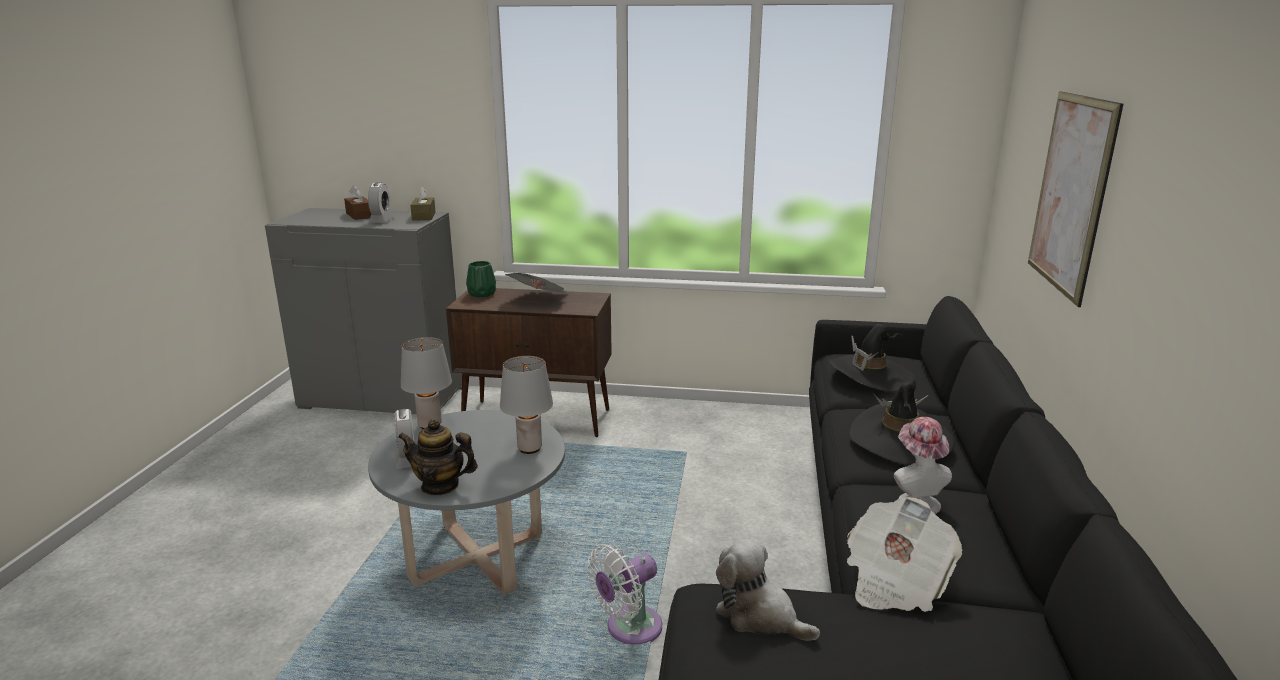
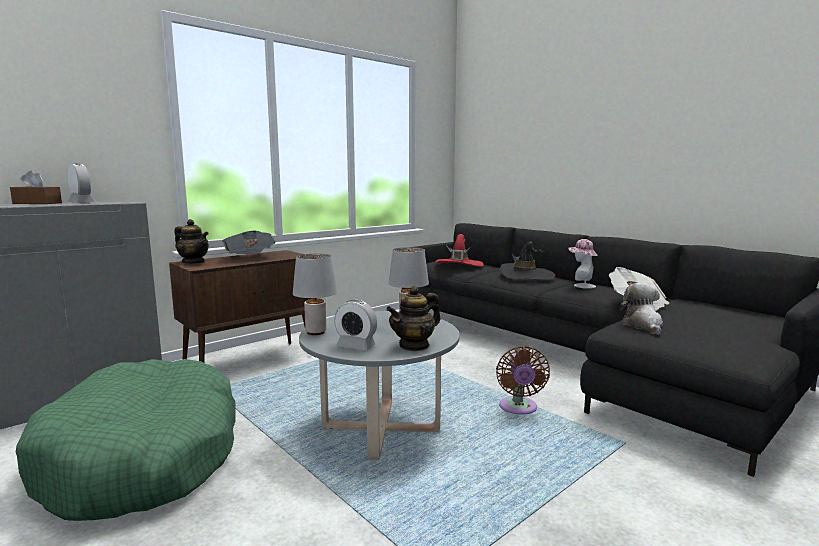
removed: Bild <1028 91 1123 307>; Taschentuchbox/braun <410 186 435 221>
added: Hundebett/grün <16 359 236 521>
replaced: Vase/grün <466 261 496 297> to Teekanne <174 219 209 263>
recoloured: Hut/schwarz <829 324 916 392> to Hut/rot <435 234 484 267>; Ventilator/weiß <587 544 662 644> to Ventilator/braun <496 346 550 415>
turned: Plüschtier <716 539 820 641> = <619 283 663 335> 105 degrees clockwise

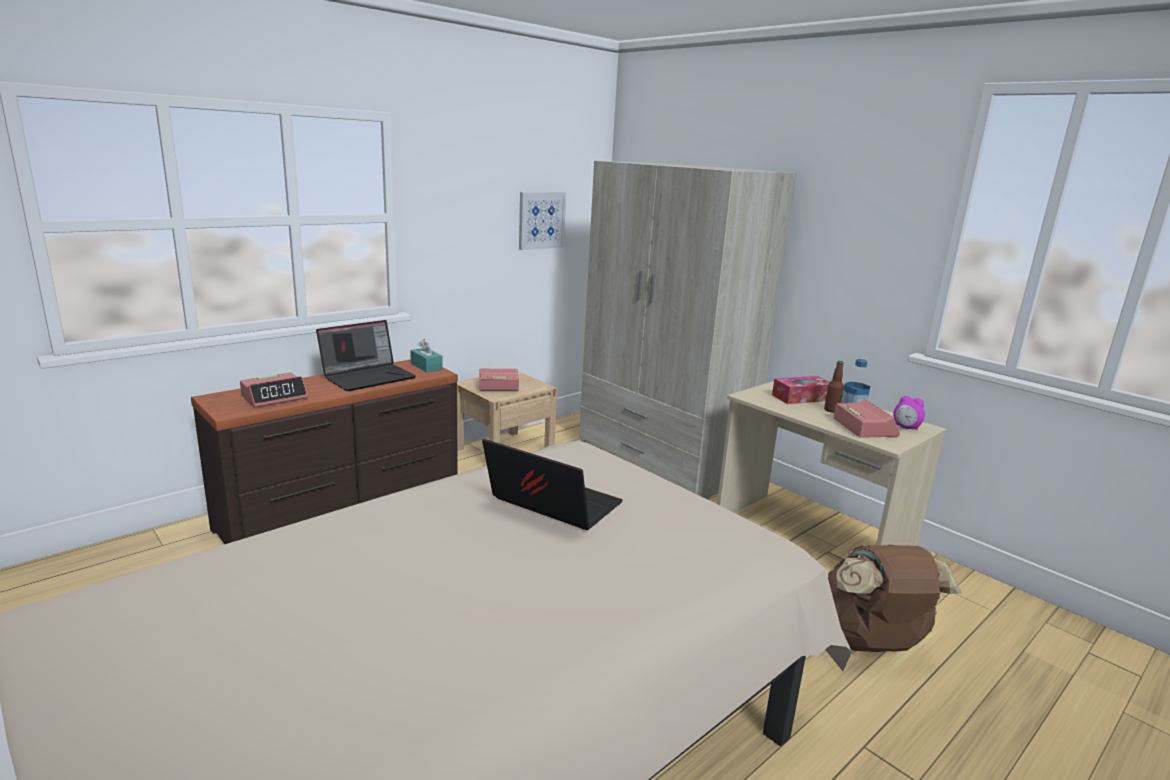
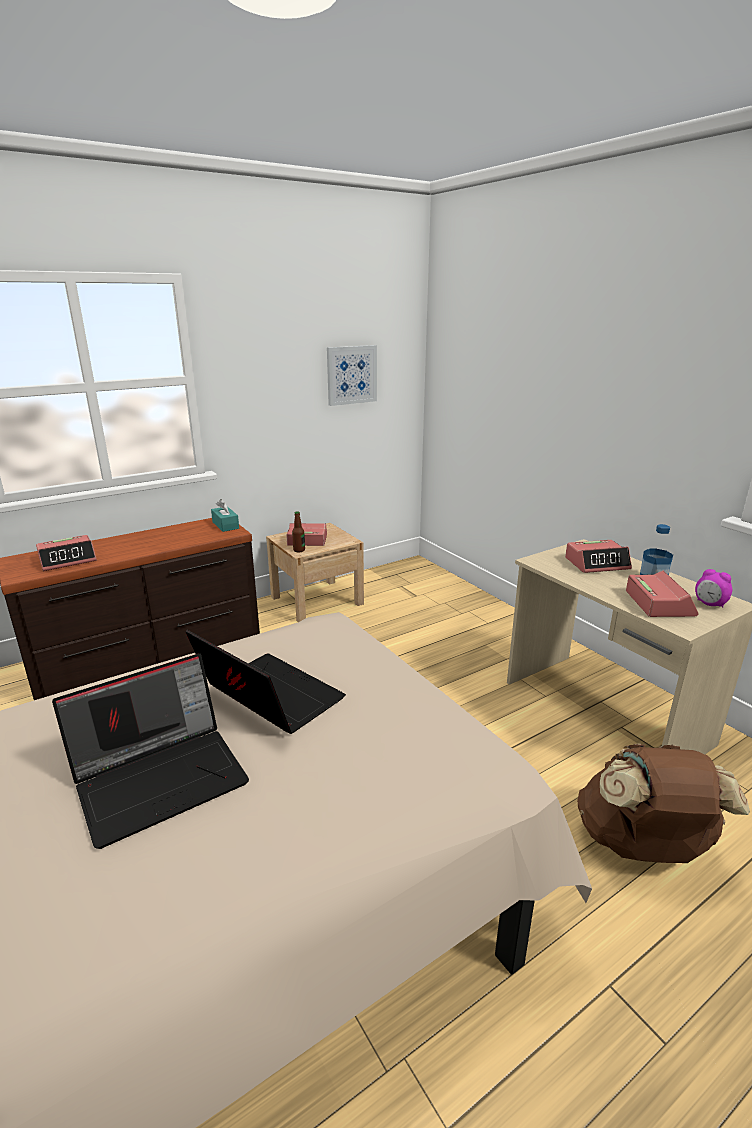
removed: Kleiderschrank/beige <579 161 796 499>
moved: Laptop <316 320 416 391> to <52 653 249 849>; Flasche <824 361 844 413> to <292 511 305 552>
replaced: Taschentuchbox <772 376 830 404> to Wecker <565 540 632 573>

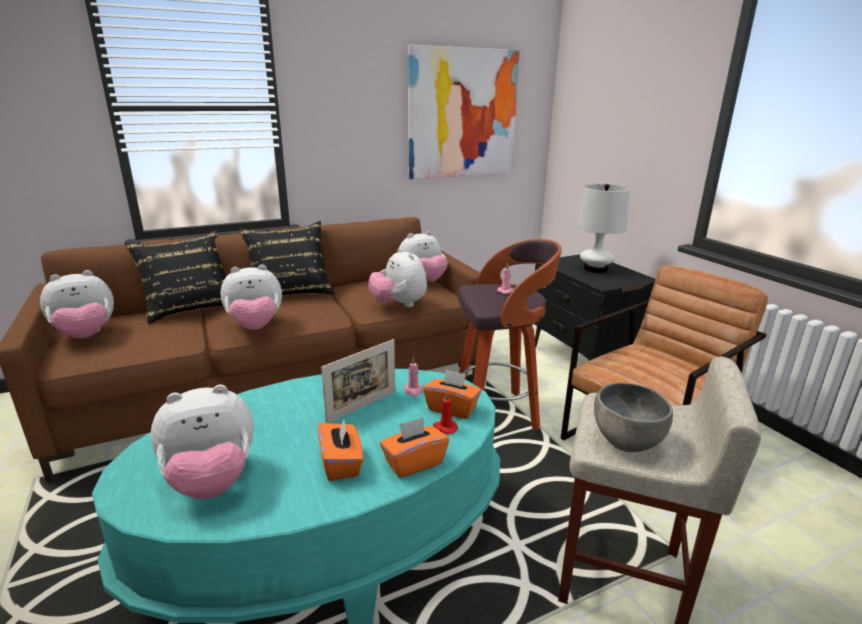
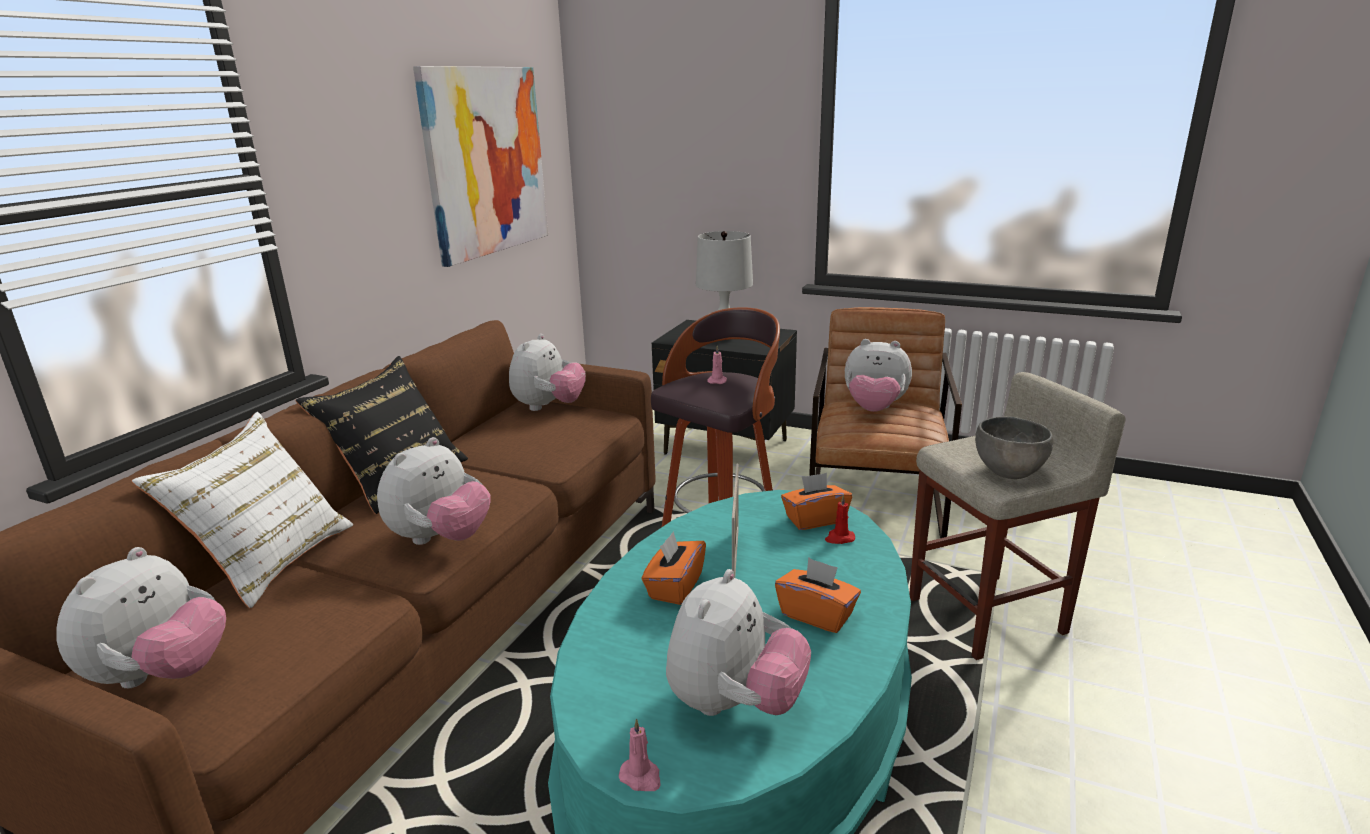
moved: Plüschtier <369 248 427 307> to <845 339 912 412>; Kerze/rosa <403 357 423 397> to <619 718 661 791>; Taschentuchbox/orange <380 418 449 478> to <642 531 706 605>
recoloured: Kissen/schwarz <124 230 226 324> to Kissen/weiß <132 412 353 609>

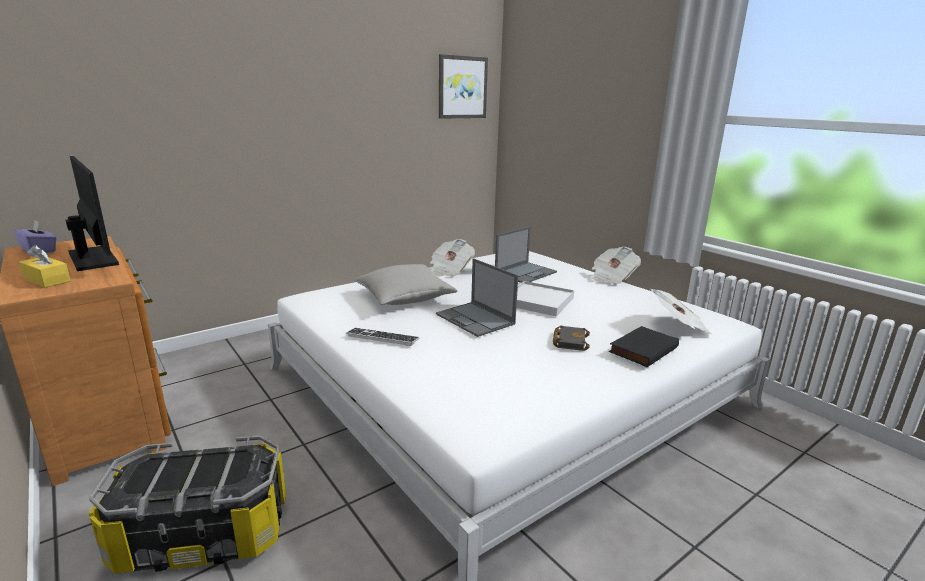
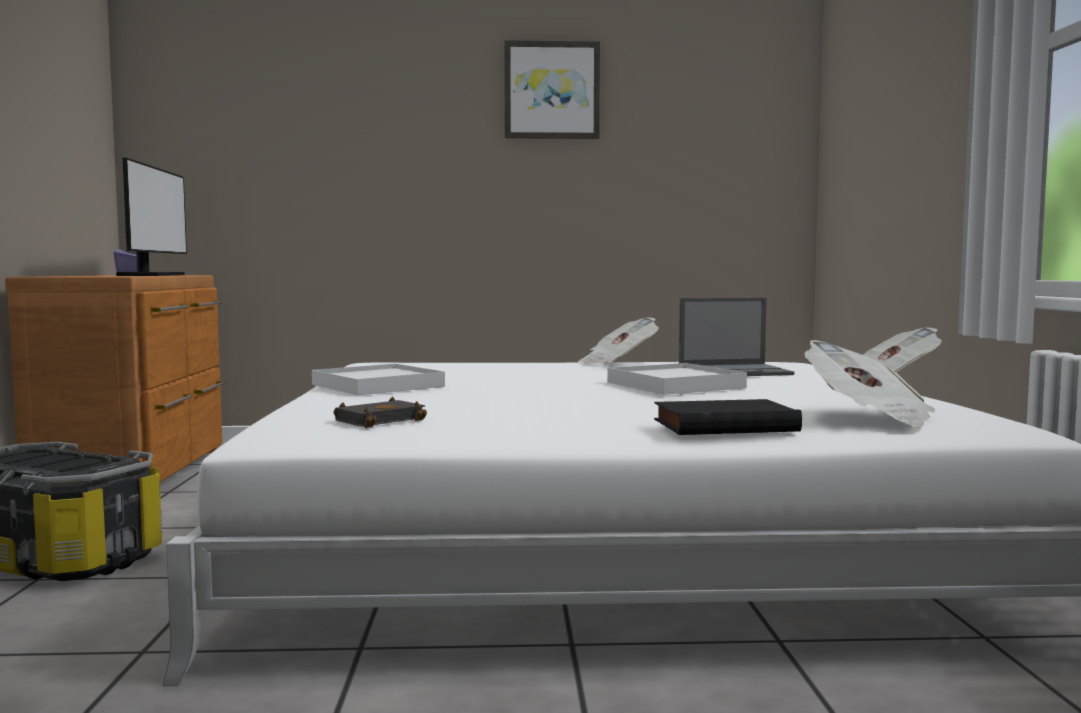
removed: Taschentuchbox/gelb <19 245 71 288>; Laptop <436 258 518 337>; Kissen/grau <355 264 458 305>
moved: Bild <439 54 488 119> to <504 40 600 139>; Buch/schwarz <553 325 590 351> to <333 397 427 428>
replaced: Tastatur <346 328 420 346> to Tablett/weiß <312 364 445 395>

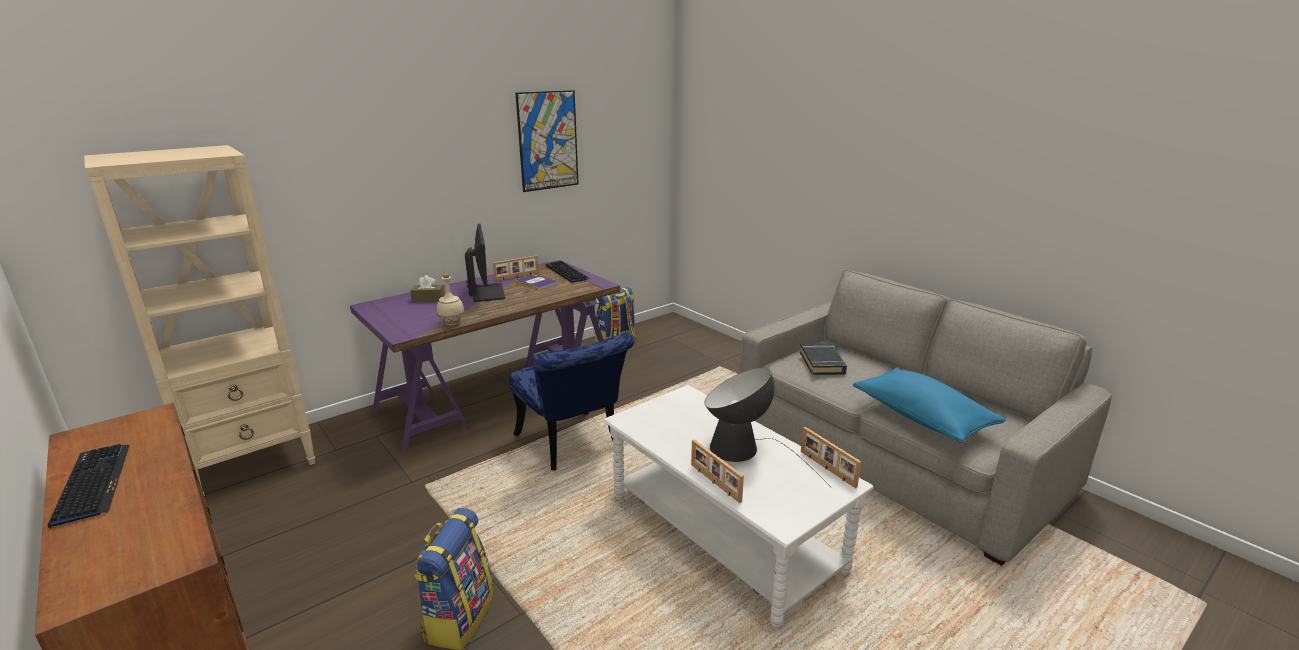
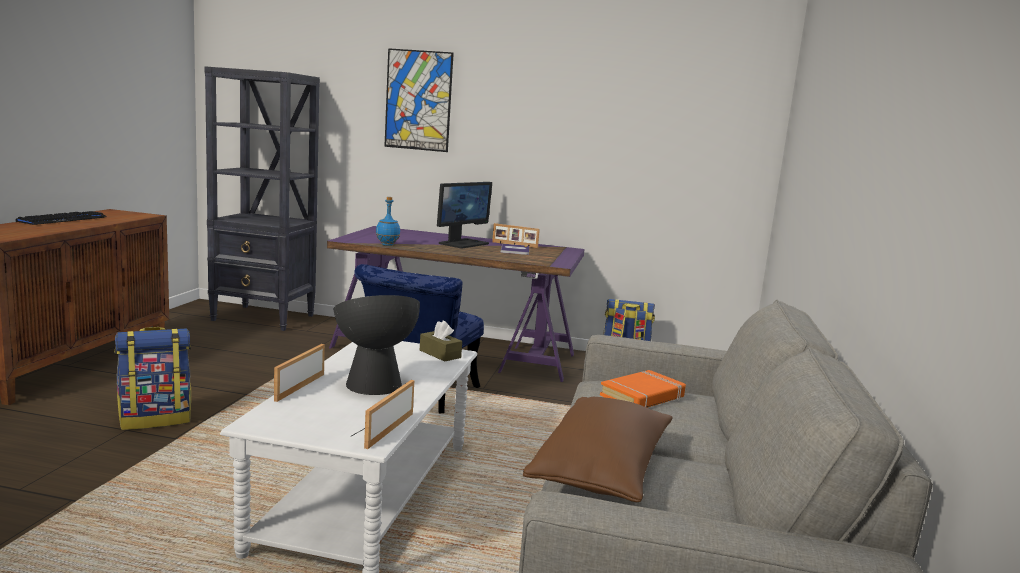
removed: Tastatur <546 261 591 283>
moved: Bild <515 90 579 192> to <384 48 454 152>; Taschentuchbox/braun <410 275 445 302> to <420 320 462 362>
recoloured: Bücherregal/beige <84 145 315 496> to Bücherregal/schwarz <205 66 320 331>; Flasche/beige <437 274 464 325> to Flasche/blau <376 197 400 246>; Buch/schwarz <800 343 847 375> to Buch/orange <600 370 686 408>; Kissen/blau <853 368 1006 443> to Kissen/braun <523 397 672 502>

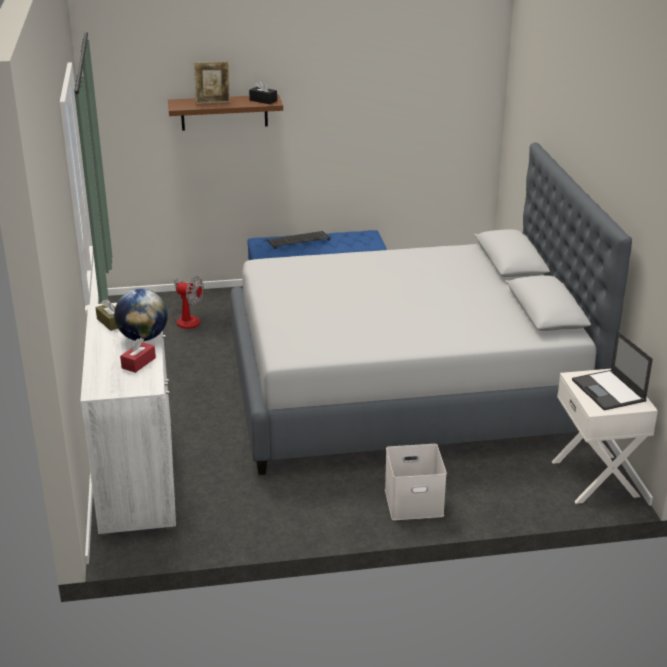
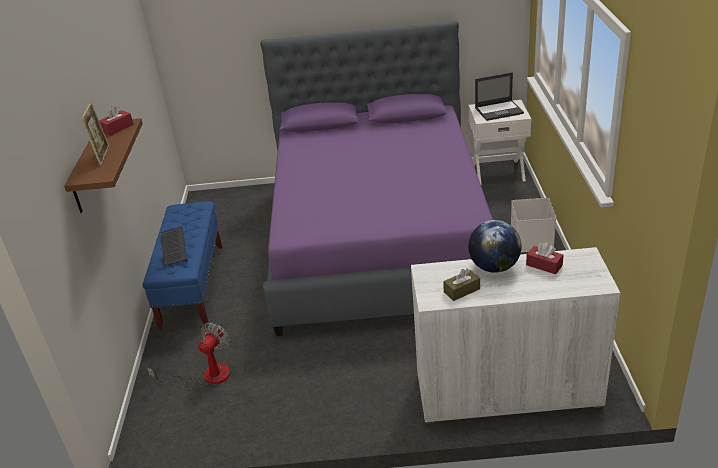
recoloured: Taschentuchbox/schwarz <249 80 277 104> to Taschentuchbox/rot <99 106 133 136>; Bett/grau <230 142 632 475> to Bett/lila <260 20 493 336>

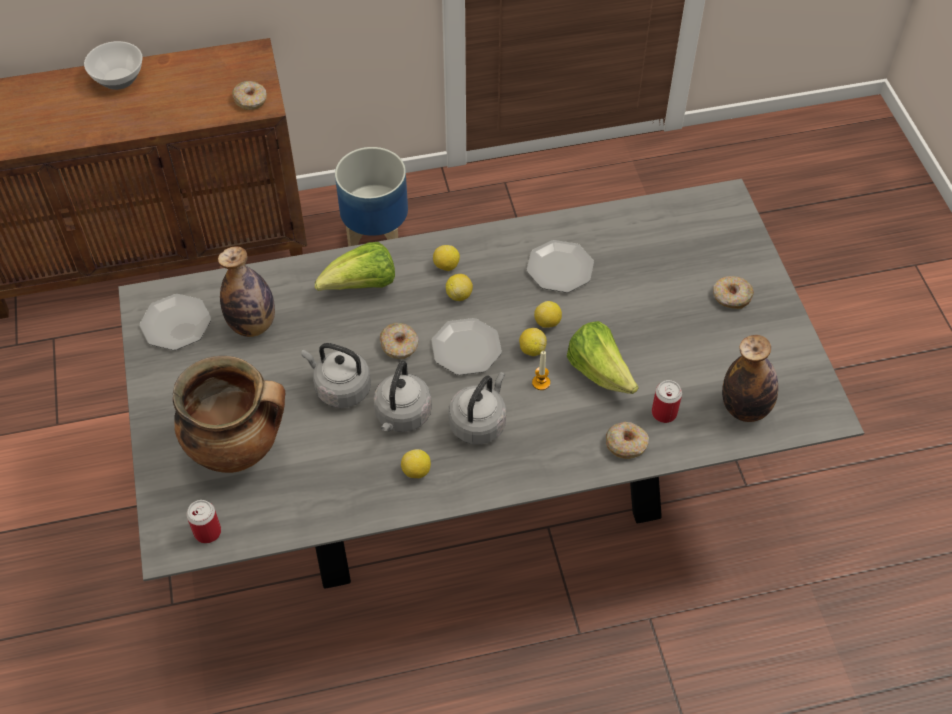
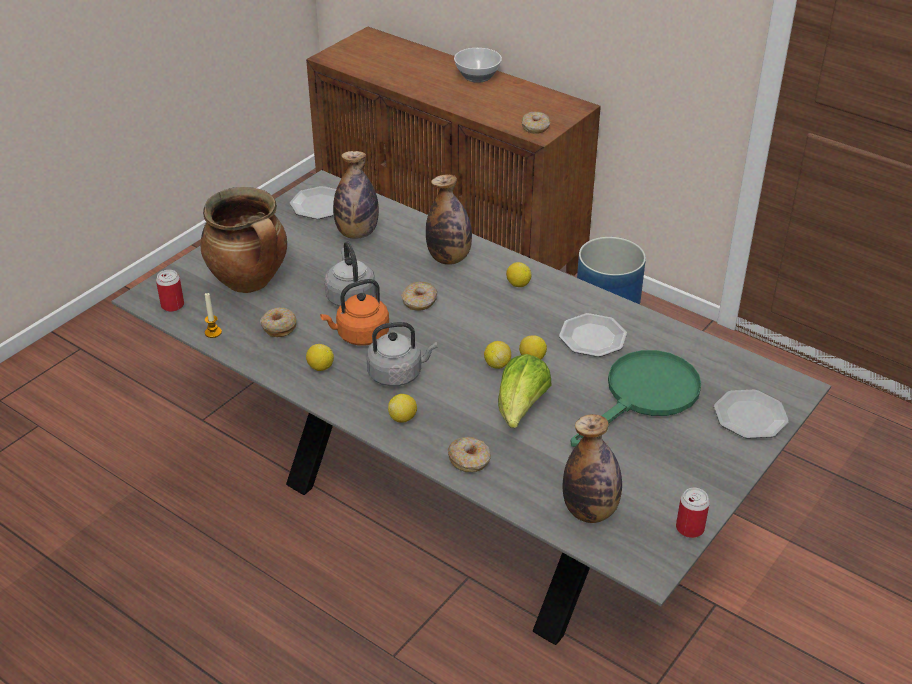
added: Pfanne/grün <571 350 701 447>
moved: Zitrone <446 274 473 301> to <388 394 417 423>; Donut <713 276 754 309> to <260 308 297 337>; Teller <431 318 502 375> to <714 390 789 439>; Kerze <532 351 550 390> to <205 293 222 338>; Dose <652 380 682 423> to <676 488 710 538>
replaced: Salatkopf <315 242 395 291> to Flasche <426 175 472 265>
recoloured: Wasserkessel/grau <373 360 432 432> to Wasserkessel/orange <320 279 389 346>

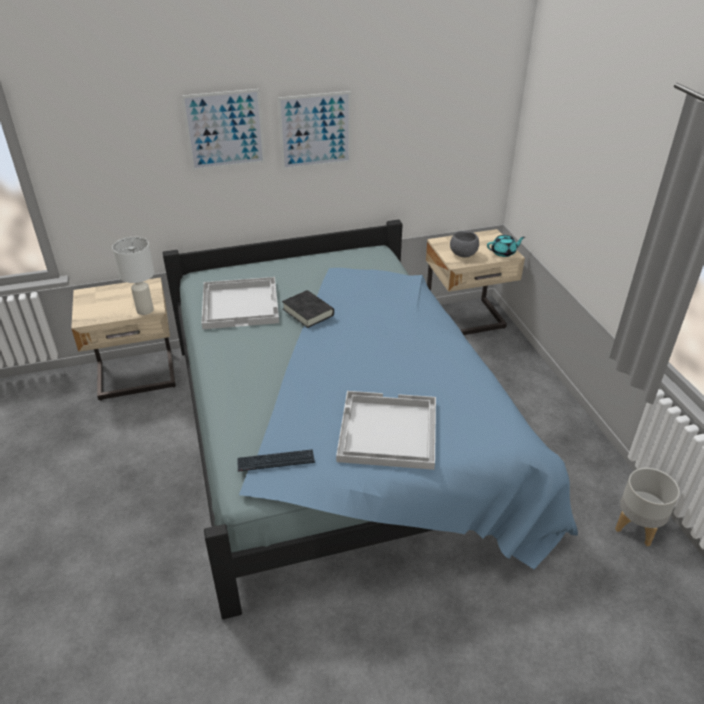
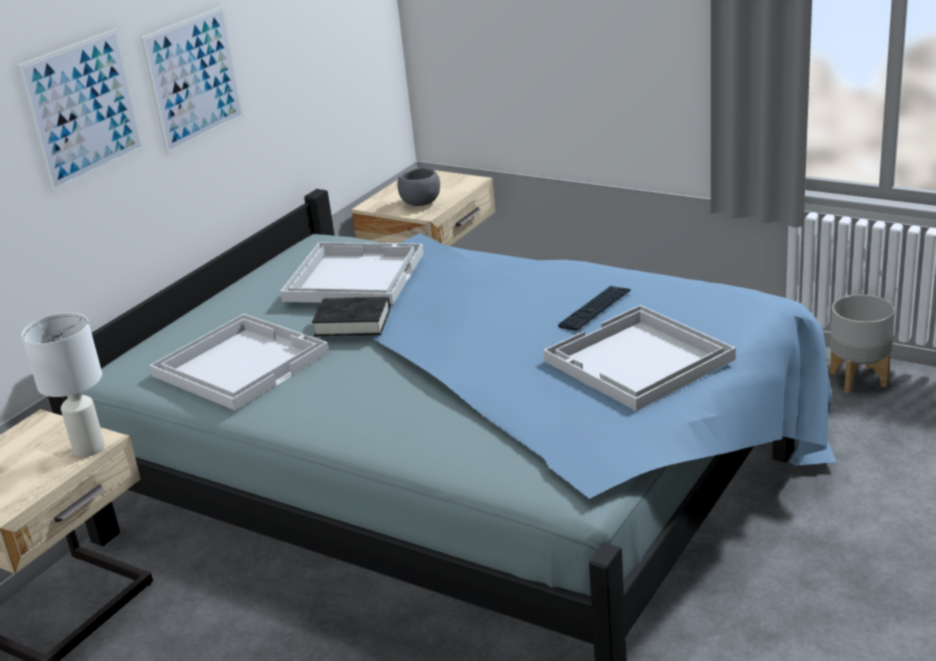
removed: Teekanne/türkis <487 235 525 257>
added: Tablett/weiß <280 243 424 304>
moved: Tastatur <237 449 315 472> to <558 286 631 331>

